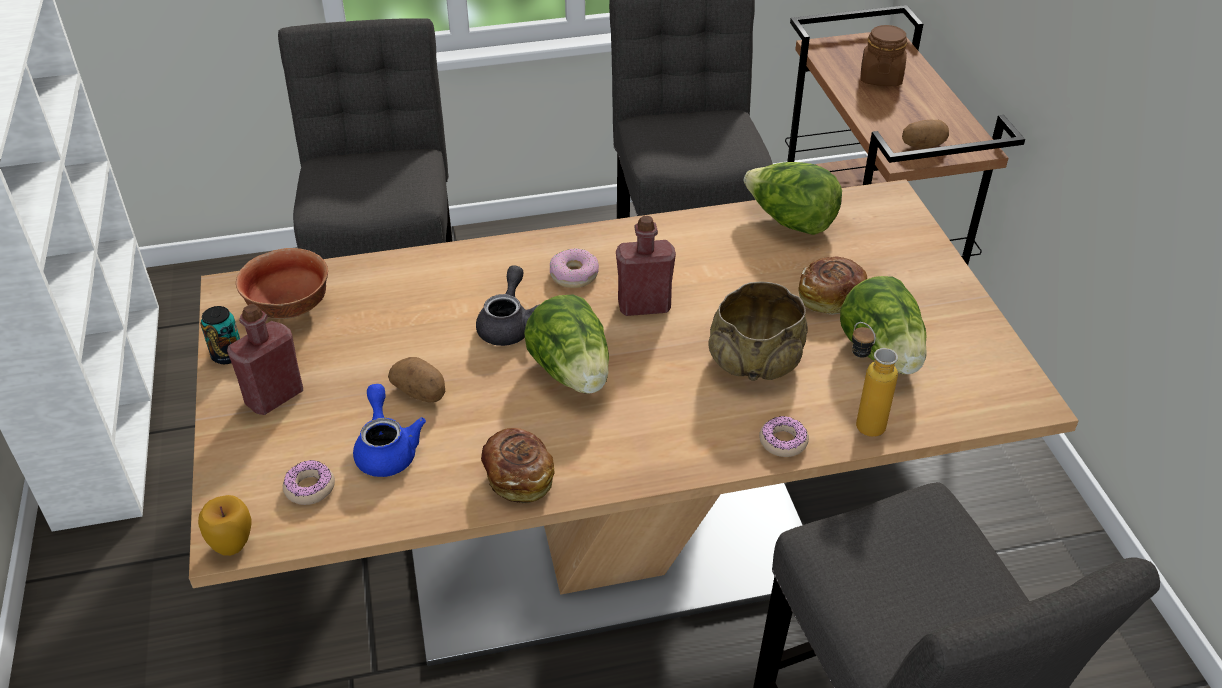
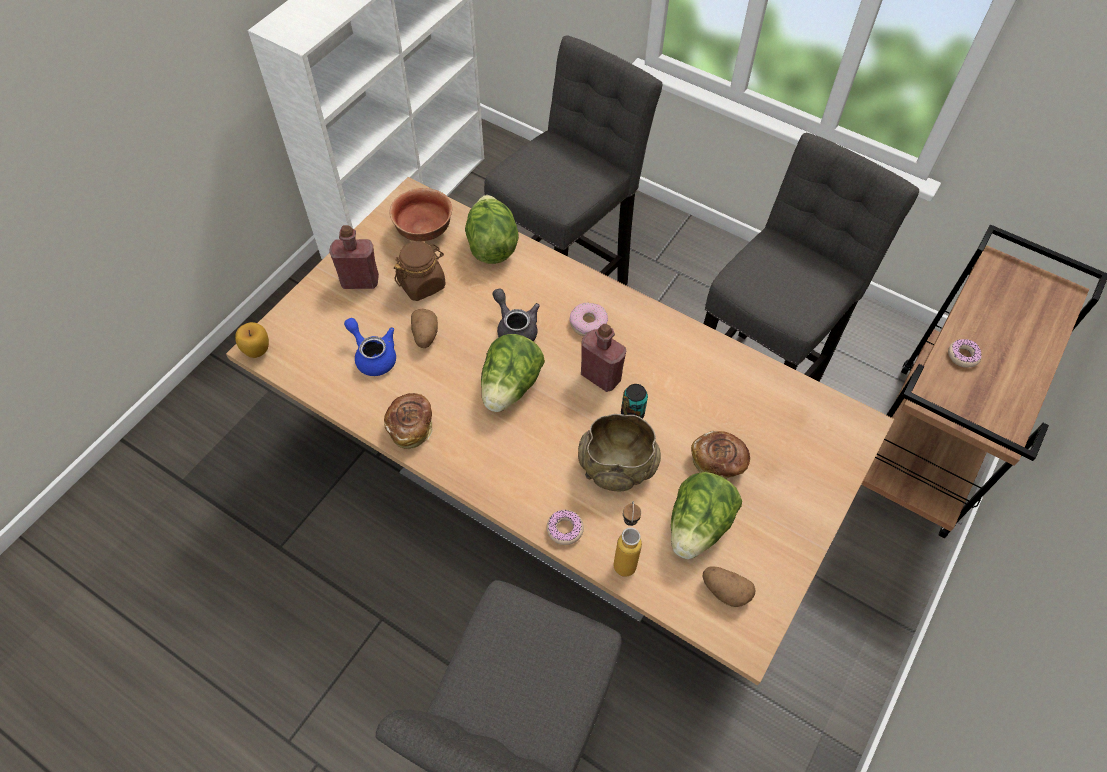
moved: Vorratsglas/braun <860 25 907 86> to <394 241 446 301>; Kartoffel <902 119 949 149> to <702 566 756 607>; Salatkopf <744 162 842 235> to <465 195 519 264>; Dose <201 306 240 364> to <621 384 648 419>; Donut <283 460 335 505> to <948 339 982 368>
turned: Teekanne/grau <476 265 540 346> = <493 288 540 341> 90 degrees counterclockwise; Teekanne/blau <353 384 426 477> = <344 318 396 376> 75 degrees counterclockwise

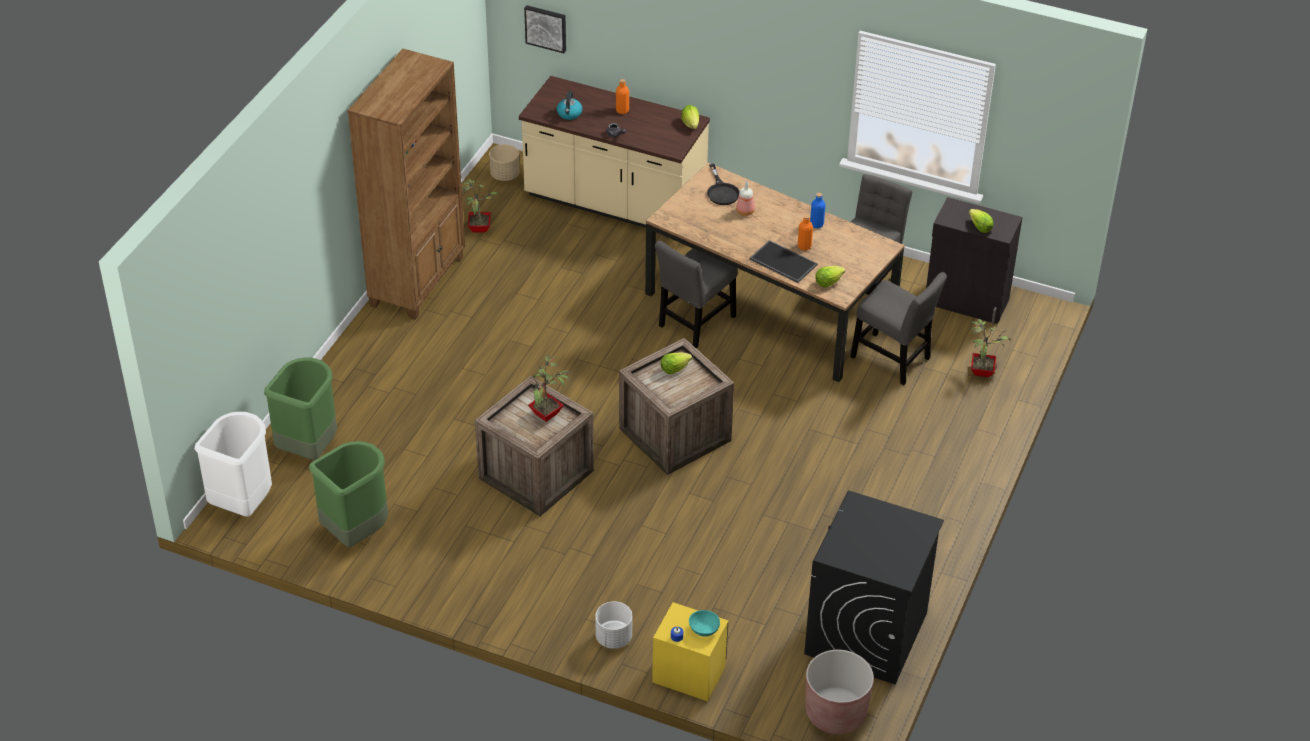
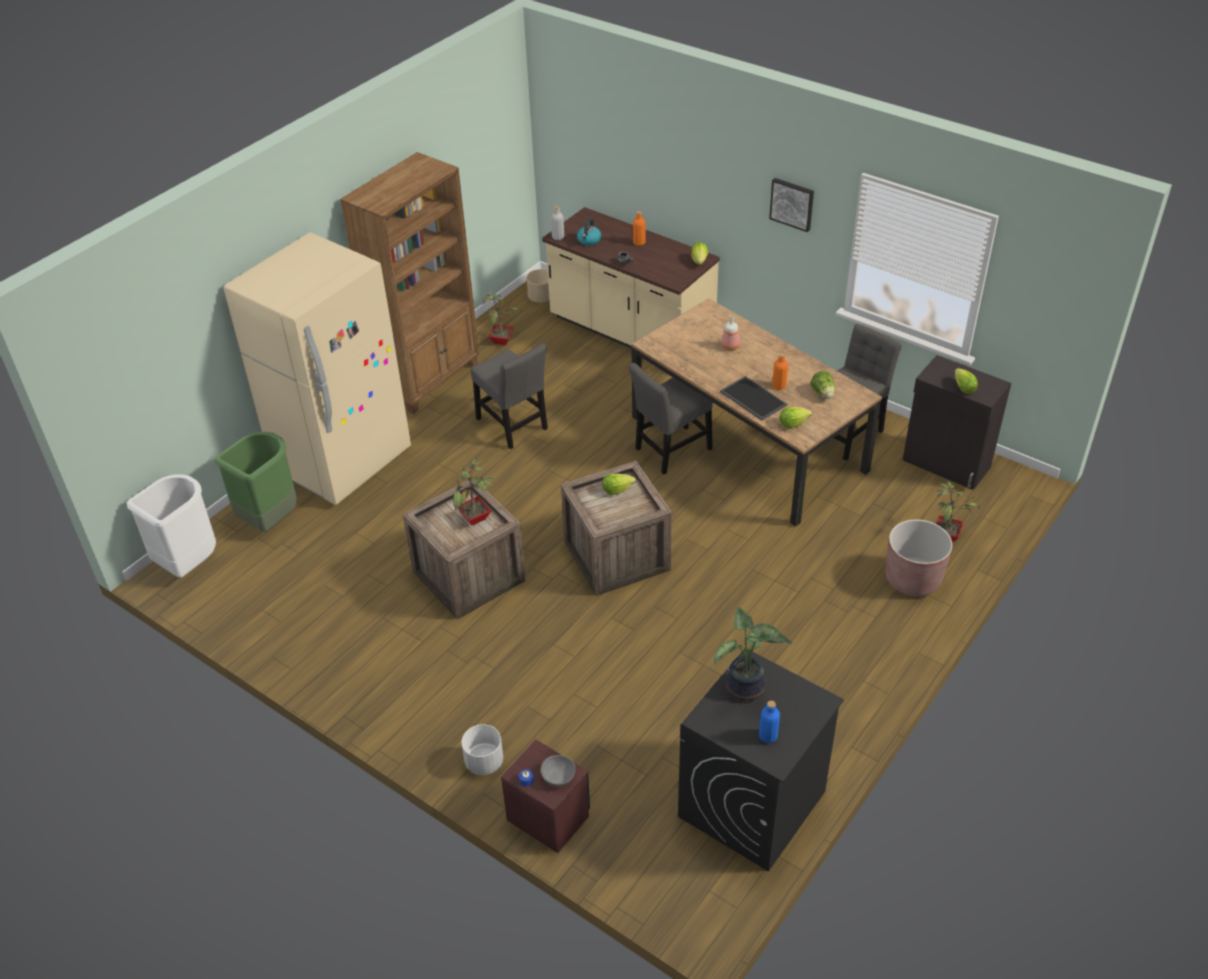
removed: Pfanne/schwarz <707 164 740 205>; Mülleimer/grün <309 441 388 547>
added: Flasche/grau <551 206 564 240>; Kühlschrank/beige <224 232 411 505>; Salatkopf <811 371 835 399>; Topfpflanze <714 607 792 701>
moved: Bild <524 5 566 53> to <769 178 814 232>; Flasche/blau <810 193 825 228> to <759 701 780 743>; Stuhl/grau <850 272 947 385> to <471 343 548 449>; Pflanzkübel/braun <806 650 874 734> to <886 519 952 597>
recoloured: Nachttisch/gelb <652 602 728 701> to Nachttisch/braun <501 740 590 853>; Schüssel/türkis <689 610 720 637> to Schüssel/grau <541 755 575 787>

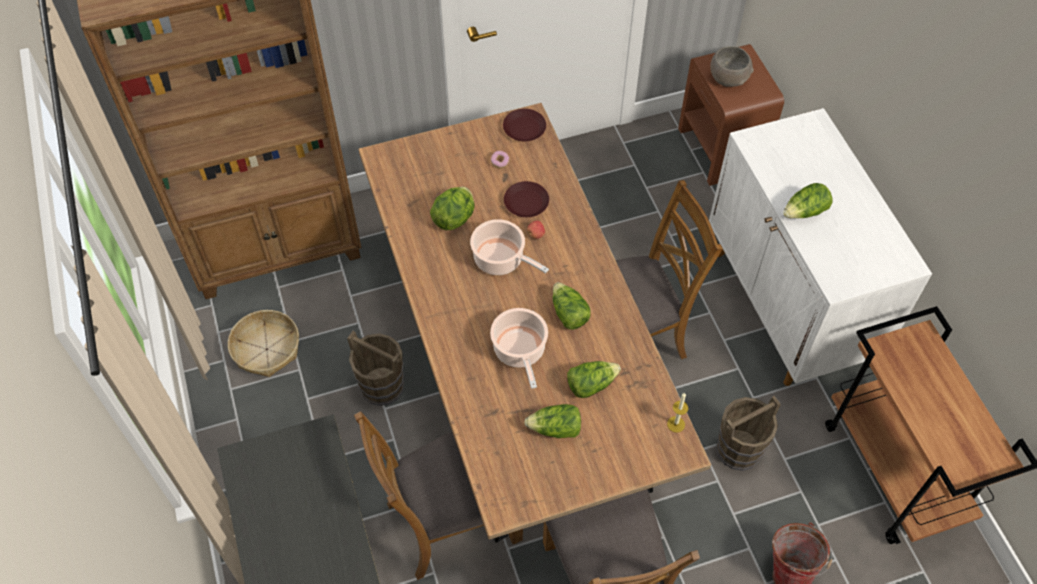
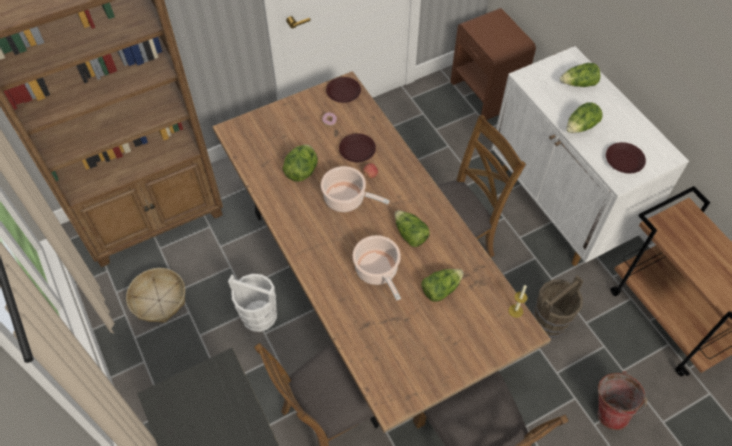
removed: Schüssel/grau <710 46 754 87>
added: Teller/braun <606 142 646 173>
moved: Salatkopf <524 404 581 438> to <560 63 600 87>
recoloured: Eimer/braun <347 330 404 406> to Eimer/weiß <228 274 277 332>

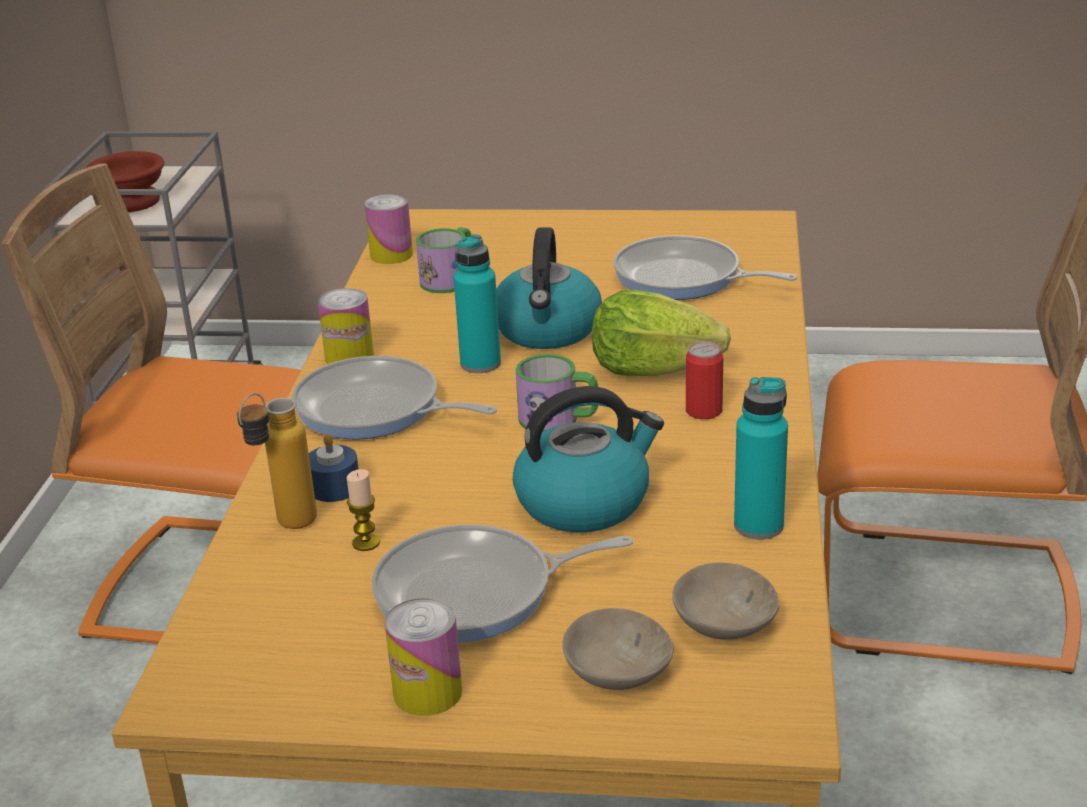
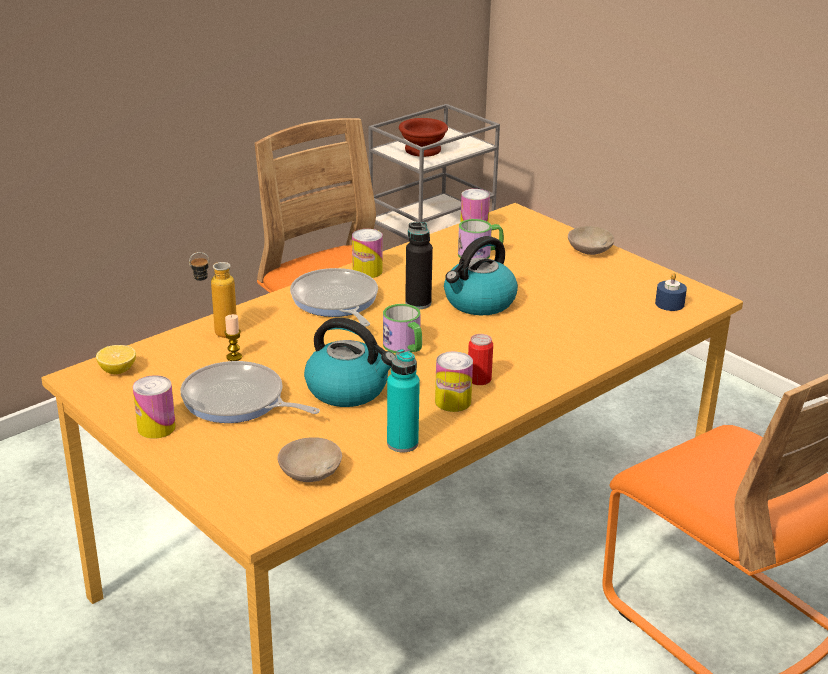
removed: Pfanne <614 235 797 300>; Salatkopf <592 290 731 376>
added: Zitrone <96 345 136 374>; Dose <435 351 473 412>
moved: Kerze/blau <309 434 359 502> to <655 273 687 311>; Schüssel/beige <562 608 674 690> to <568 226 614 255>
recoloured: Flasche/türkis <454 234 501 373> to Flasche/schwarz <405 222 433 309>

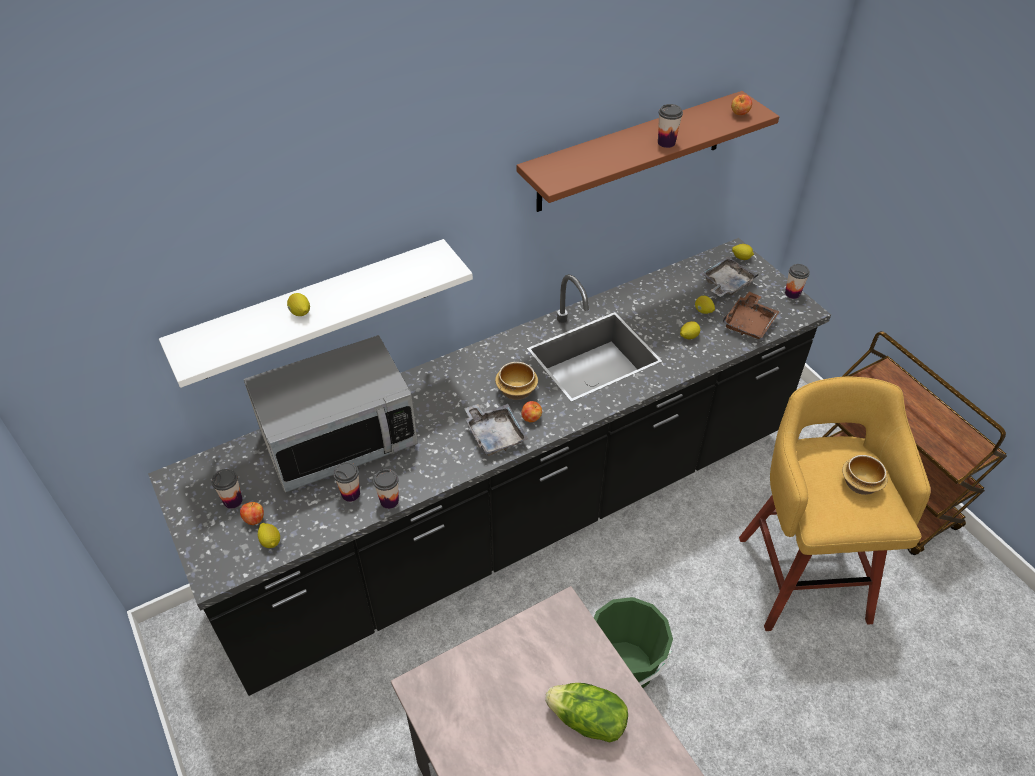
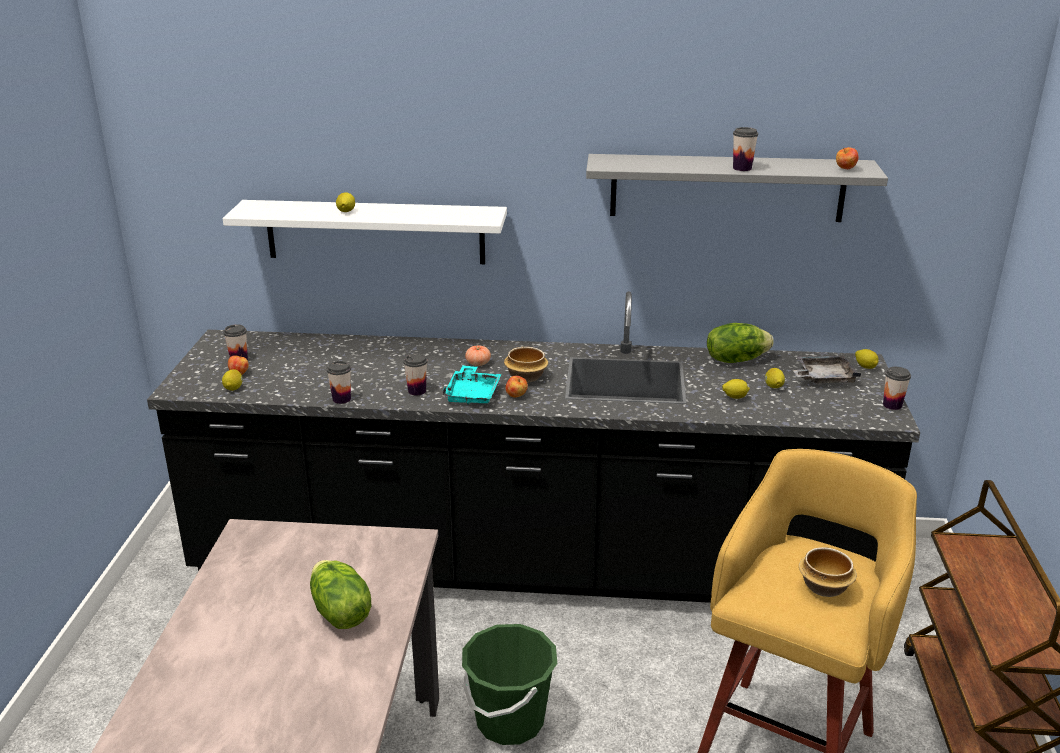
removed: Tablett/braun <723 292 780 339>; Mikrowelle <244 335 418 492>
added: Salatkopf <707 323 774 363>; Tomate <465 345 491 366>
moved: Tasse <333 462 360 502> to <403 353 428 395>
recoloured: Wandregal/braun <517 91 779 212> to Wandregal/grau <586 154 888 222>; Tablett/grau <464 404 528 456> to Tablett/türkis <442 365 501 405>

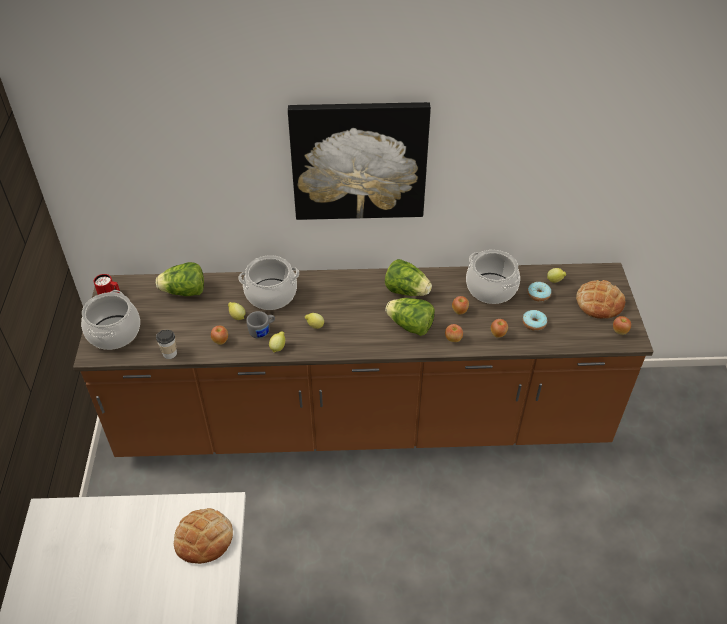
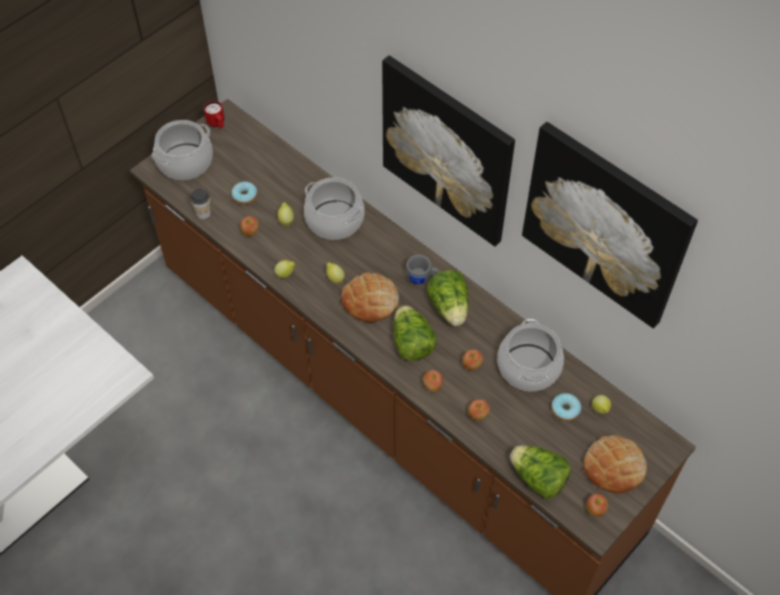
added: Bild <522 122 698 329>
moved: Salatkopf <156 262 204 296> to <510 445 571 499>; Donut <523 310 547 331> to <231 182 258 205>; Henkelbecher/grau <246 311 275 339> to <406 255 439 285>; Brot <174 508 233 564> to <341 273 399 322>

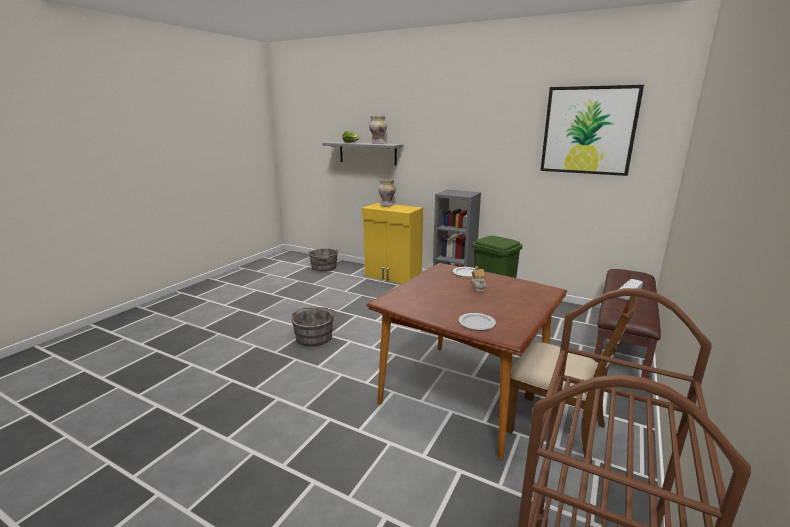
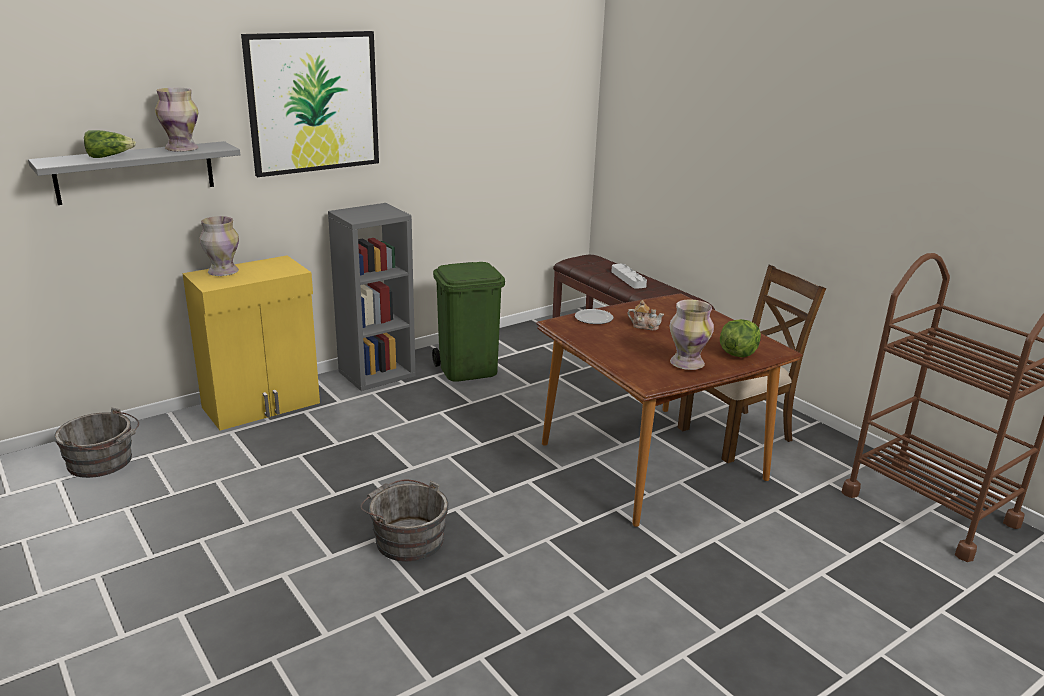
added: Vase <670 300 714 370>
moved: Bild <540 85 644 176> to <241 31 379 177>
replaced: Teller <459 313 496 330> to Salatkopf <720 319 761 357>

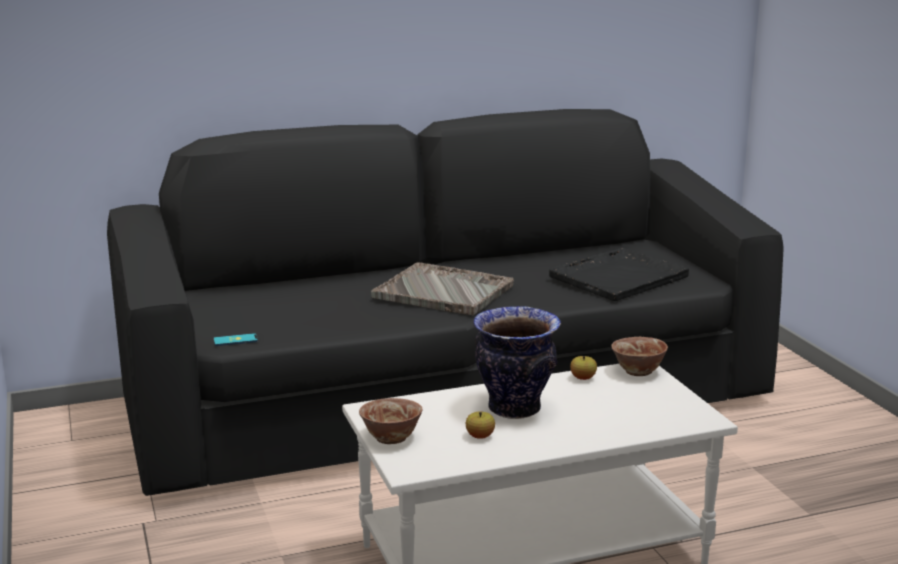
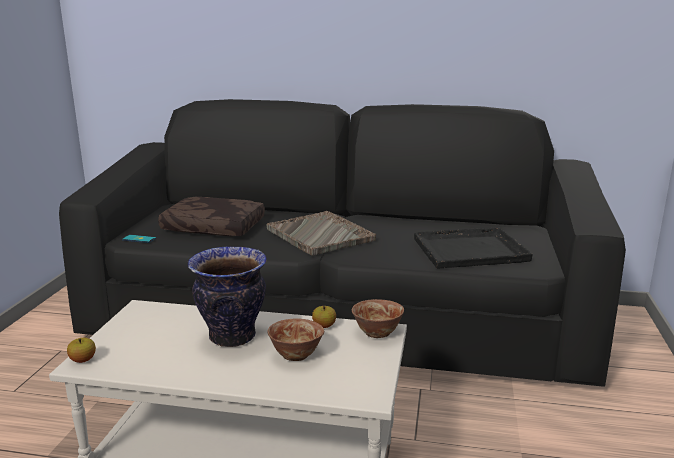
added: Kissen/braun <158 197 265 237>
moved: Schüssel <359 398 422 444> to <268 318 324 361>; Apfel <466 411 495 439> to <67 338 96 363>

